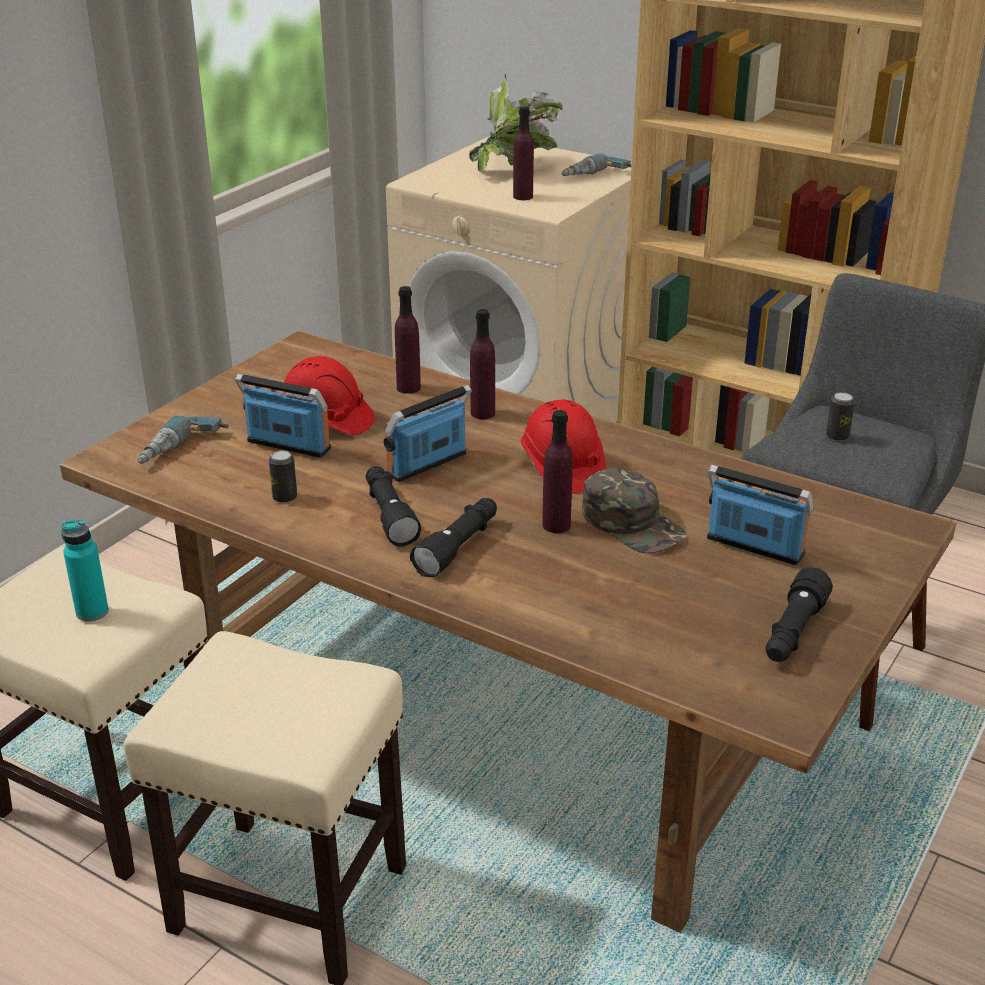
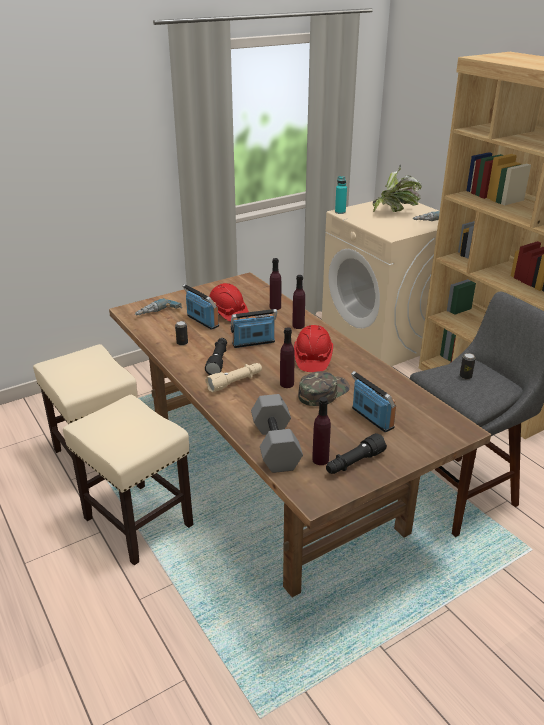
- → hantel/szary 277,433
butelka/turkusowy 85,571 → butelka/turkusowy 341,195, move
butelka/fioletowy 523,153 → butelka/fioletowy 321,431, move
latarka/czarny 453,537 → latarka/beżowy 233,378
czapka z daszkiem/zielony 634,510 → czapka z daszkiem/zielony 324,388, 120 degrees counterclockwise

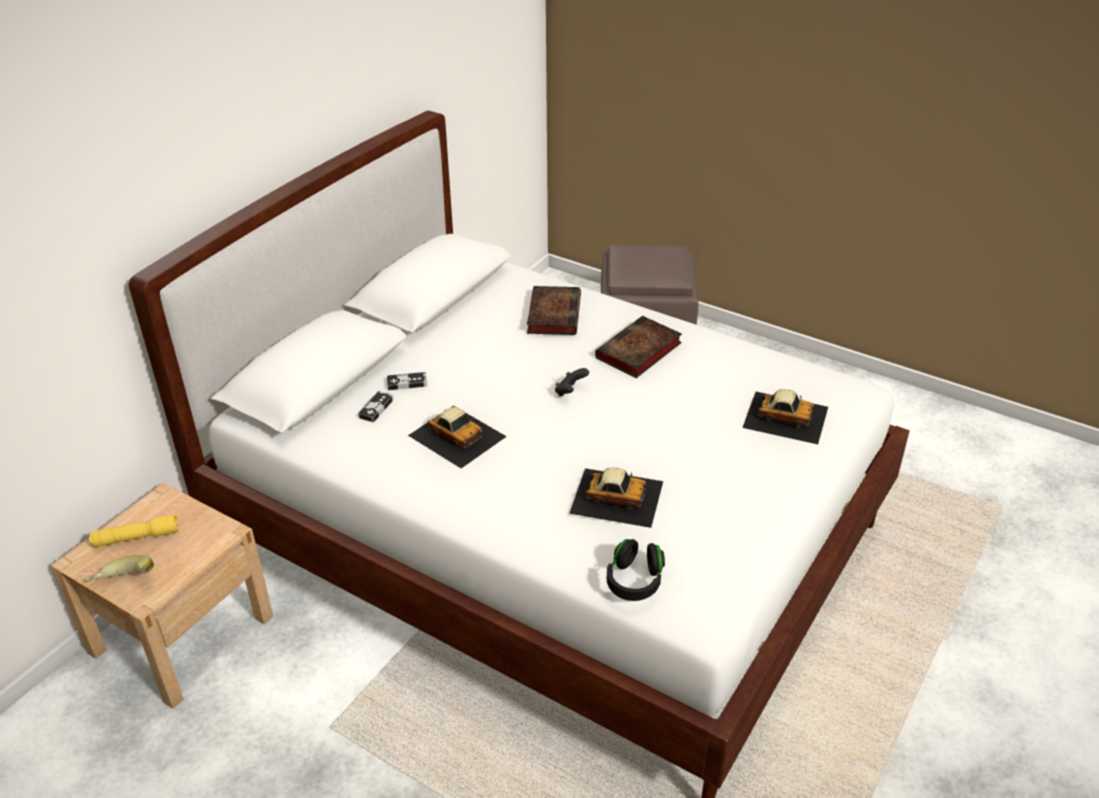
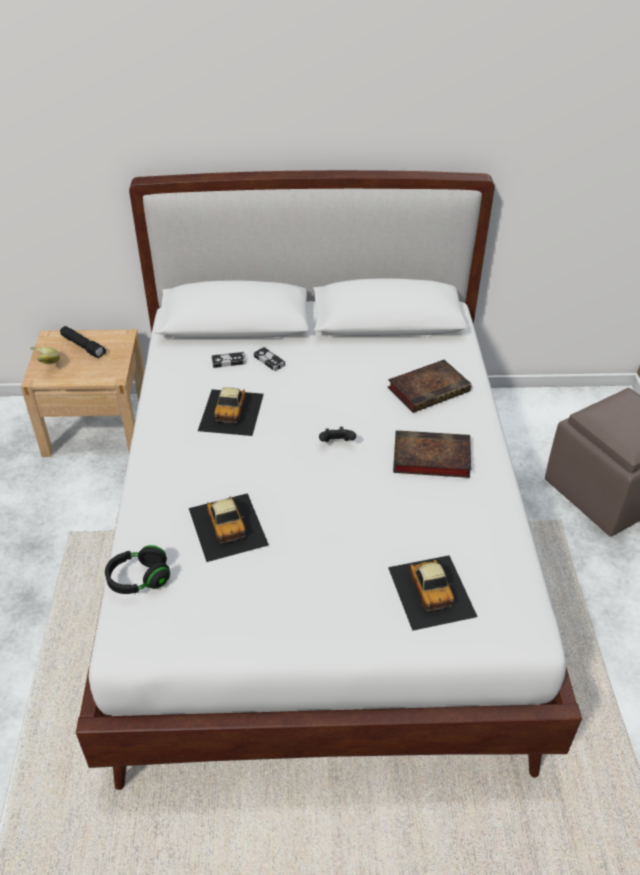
latarka/żółty 134,531 → latarka/czarny 83,342

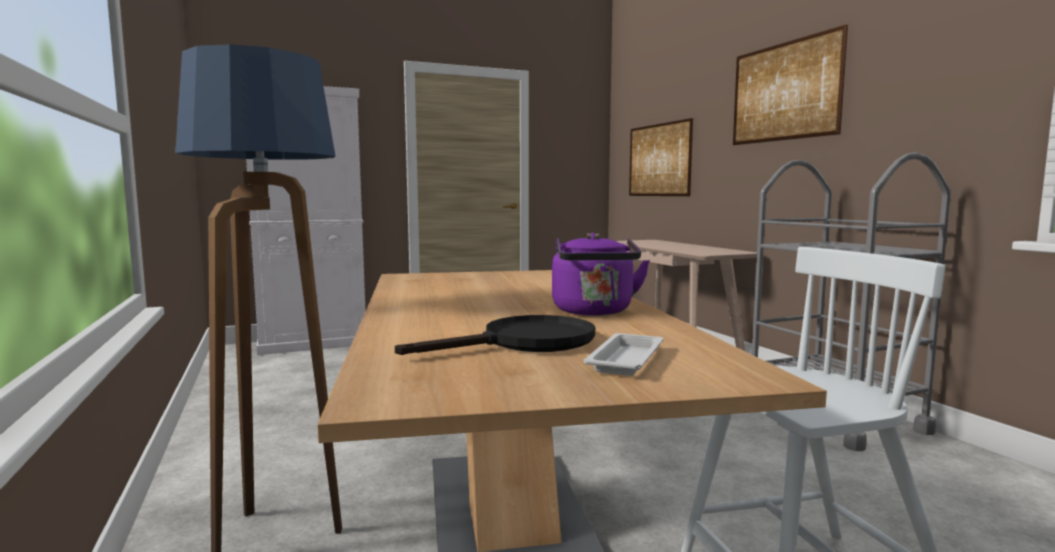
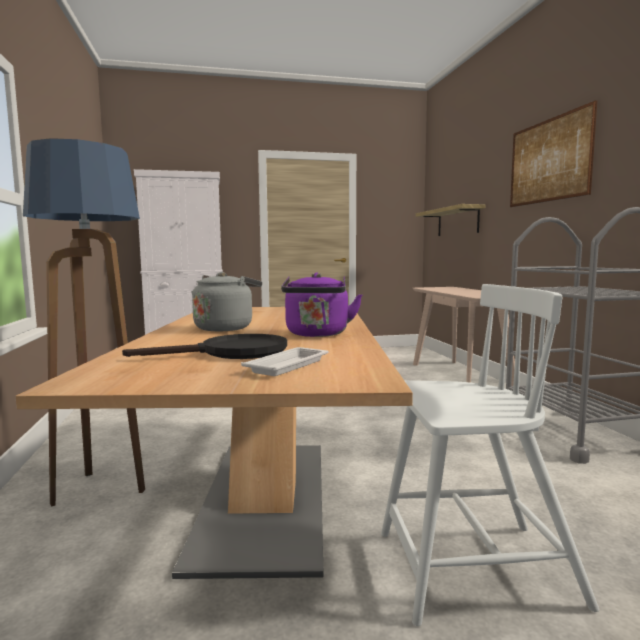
- → czajnik/szary 226,301
obraz 661,157 → półka 450,220

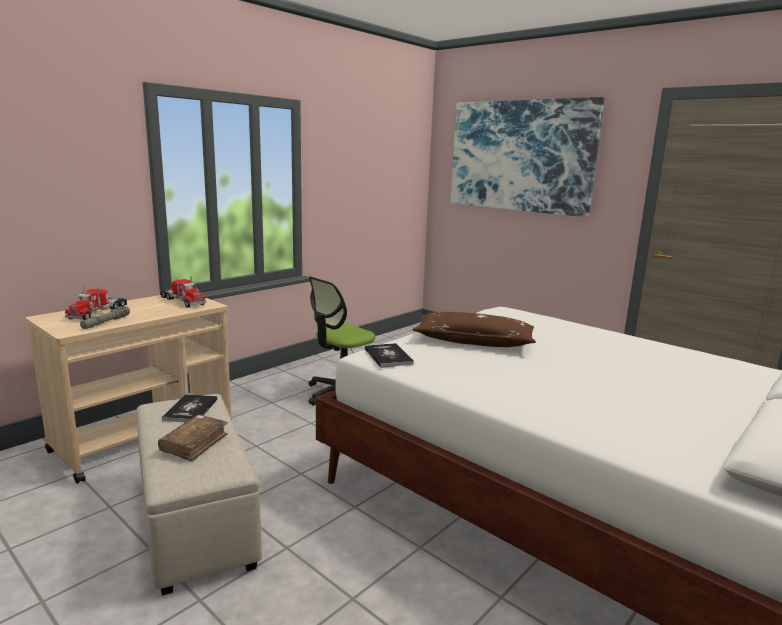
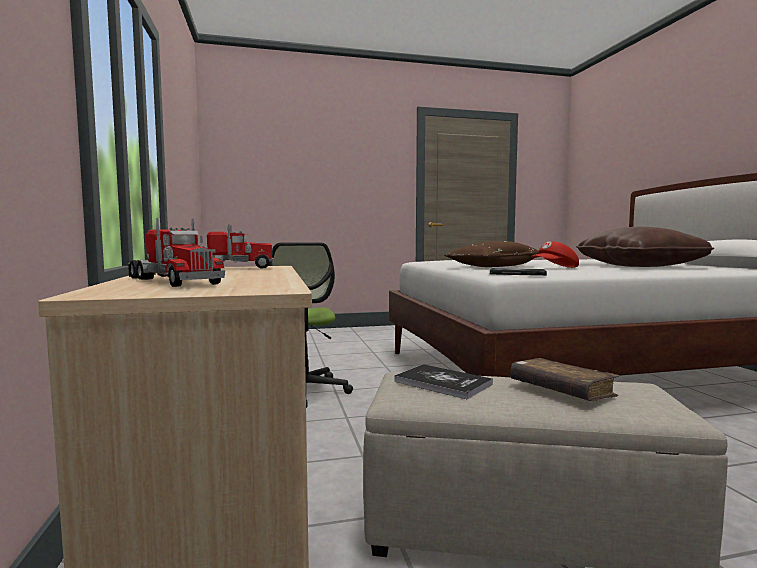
latarka/szary 105,317 → -
obraz 527,157 → -
- → czapka z daszkiem/czerwony 555,254
- → poduszka/brązowy 645,247

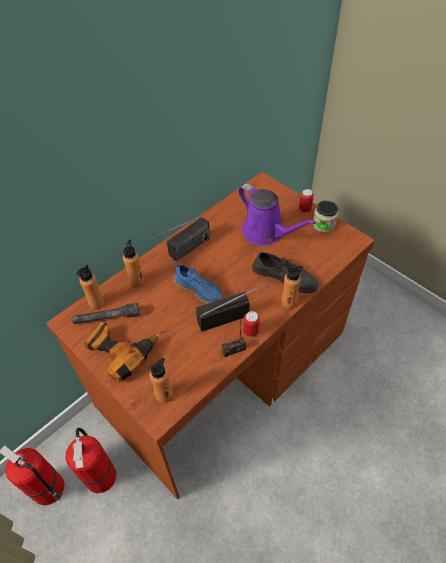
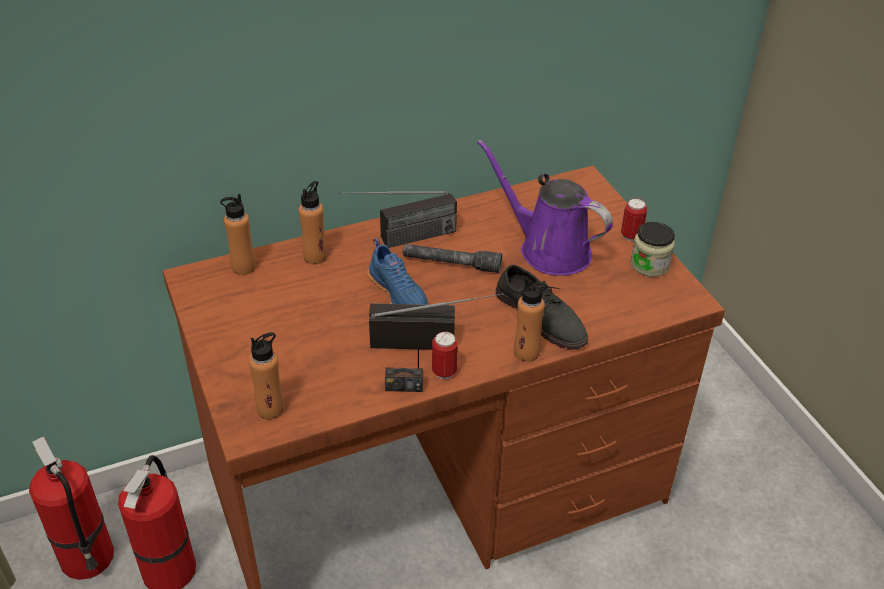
wiertarka 125,352 → -
latarka/szary 106,313 → latarka/szary 452,258, move
konewka/fioletowy 277,215 → konewka/fioletowy 545,207, 150 degrees clockwise

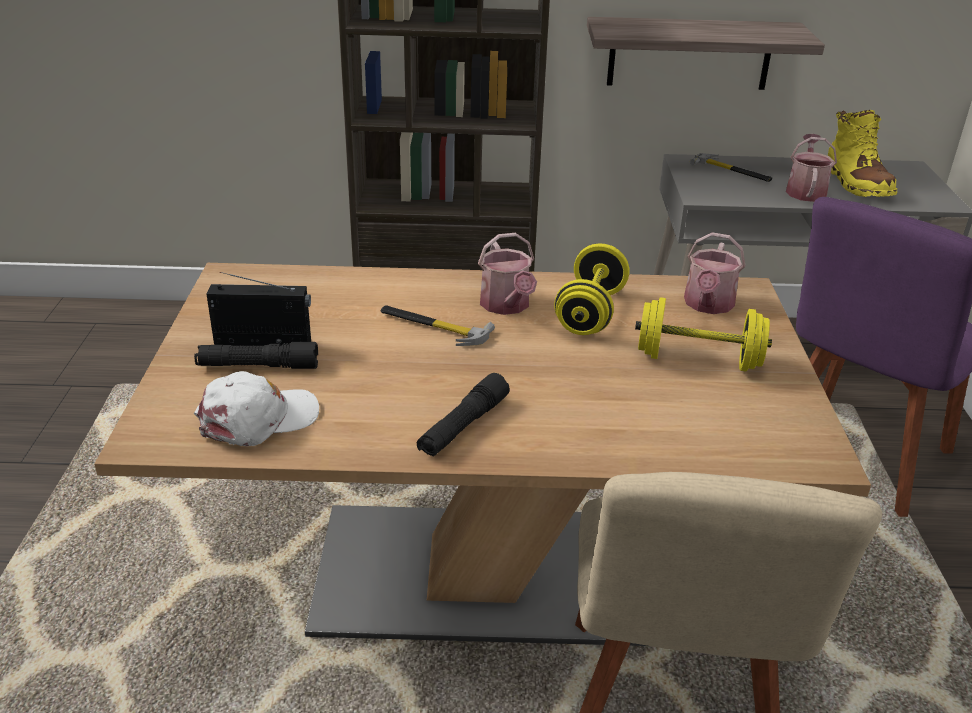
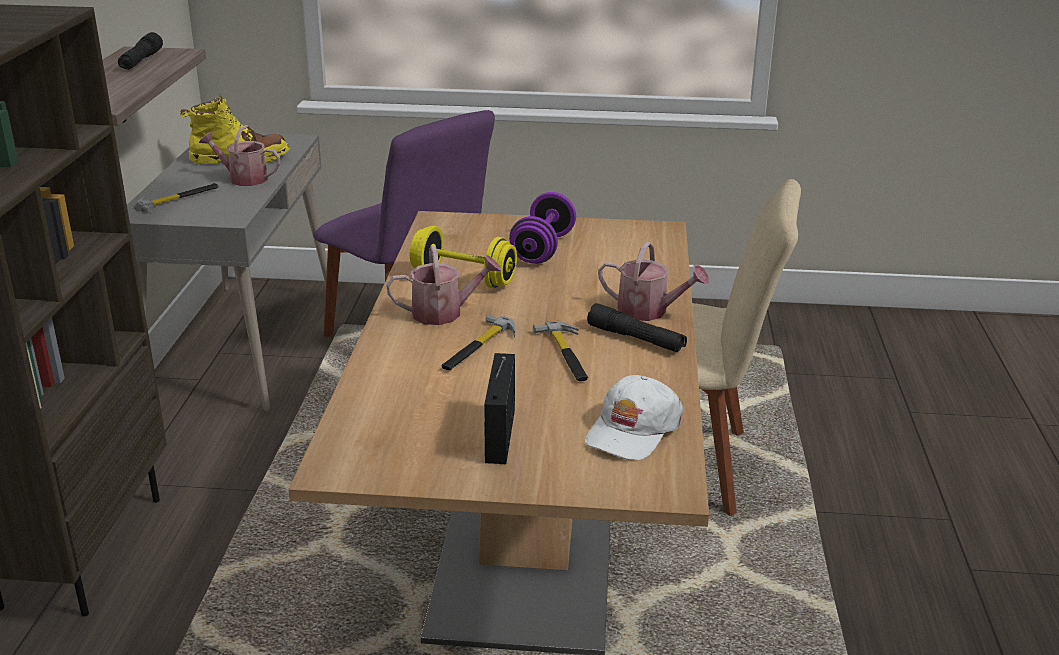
- → młotek 560,351
latarka/czarny 256,355 → latarka/czarny 140,51, move
konewka 714,273 → konewka 653,281, move
hantel/żółty 703,334 → hantel/fioletowy 542,228
czapka z daszkiem/biały 256,408 → czapka z daszkiem/biały 634,417, 120 degrees counterclockwise

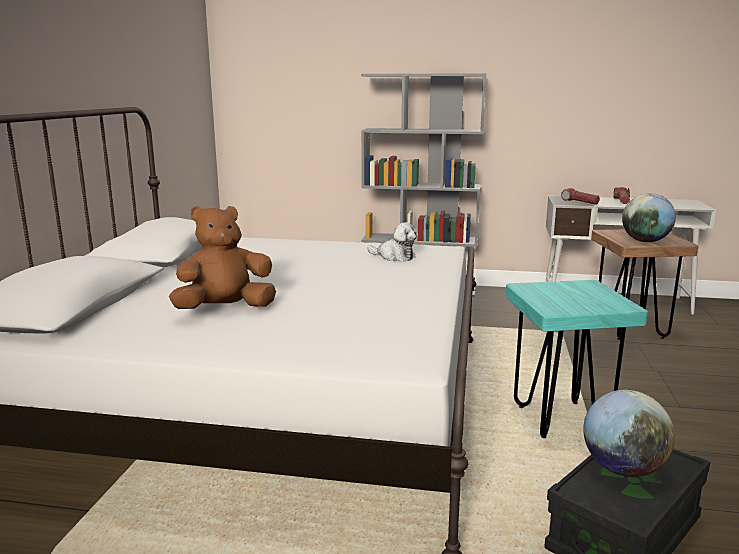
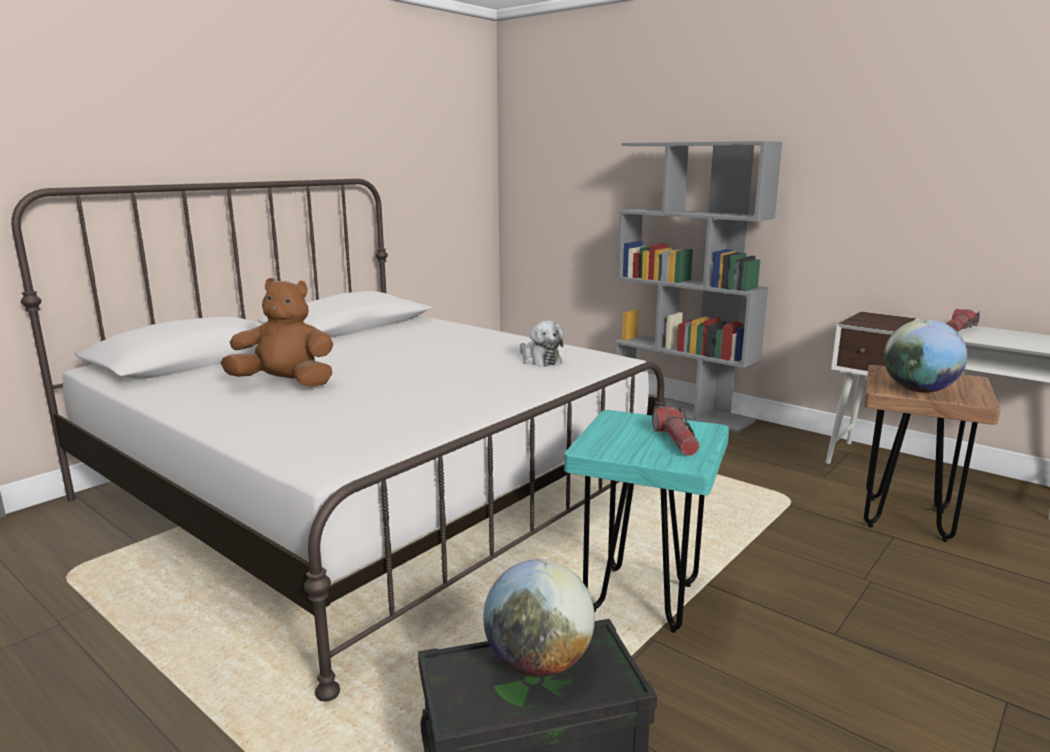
latarka 580,196 → latarka 676,431, move

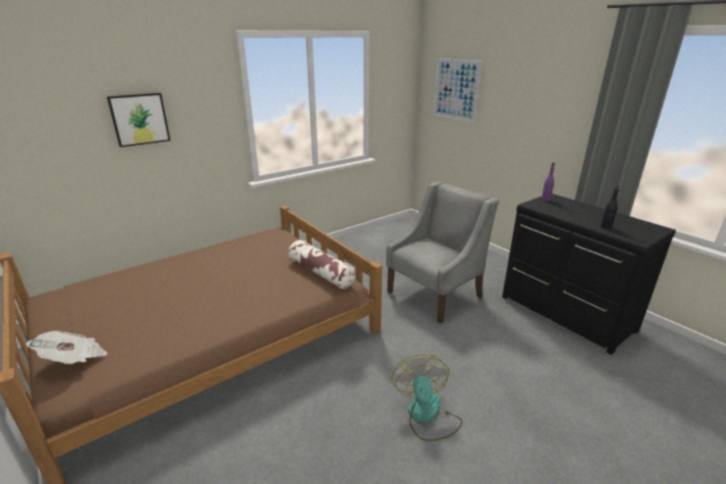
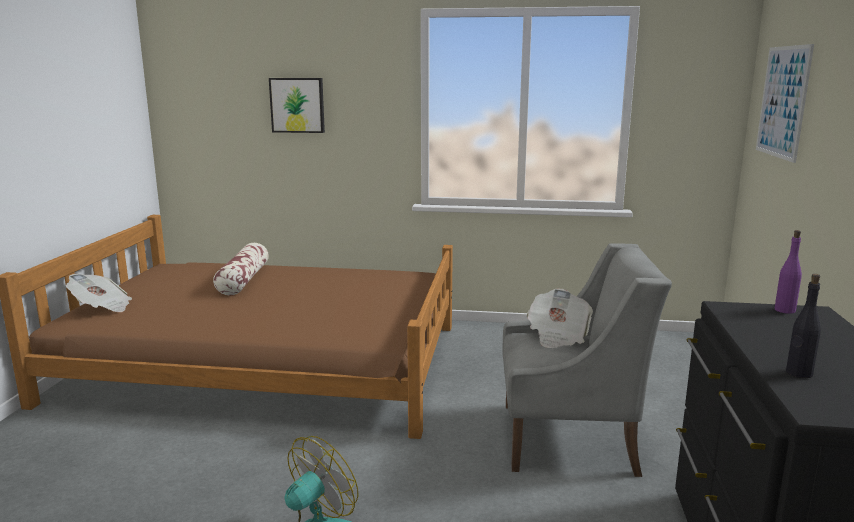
- → gazeta 560,318
poduszka 322,264 → poduszka 241,269, move

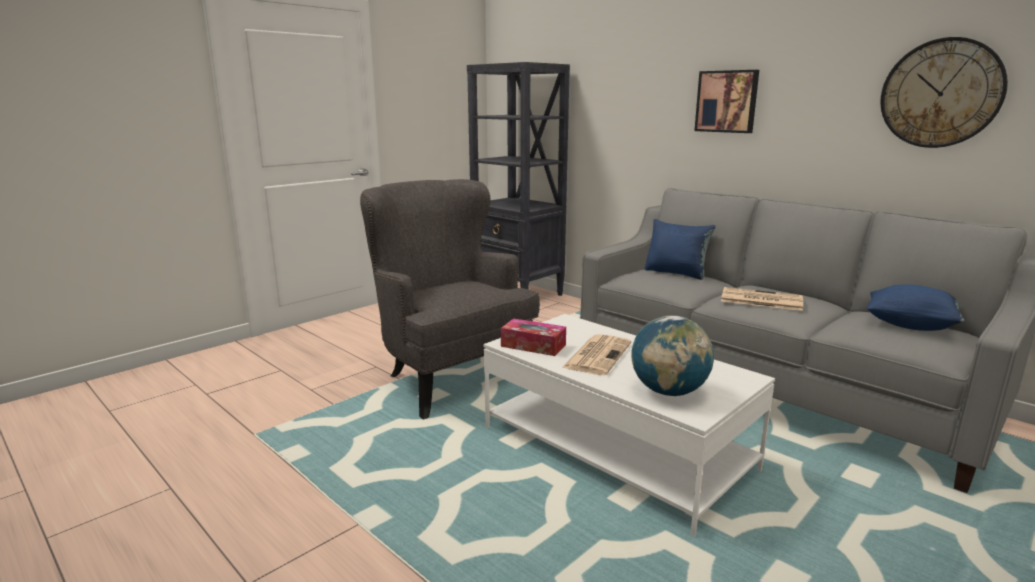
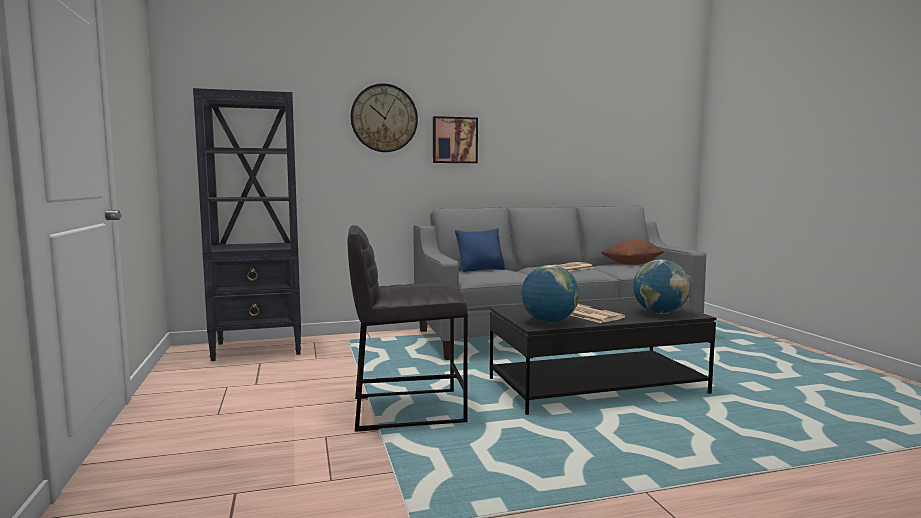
zegar ścienny 944,92 → zegar ścienny 384,117, move
fotel/szary 450,299 → stołek/szary 407,328
pudełko chusteczek 533,337 → globus 550,294
ława/biały 629,425 → ława/czarny 603,357
poduszka/niebieski 915,307 → poduszka/brązowy 632,252

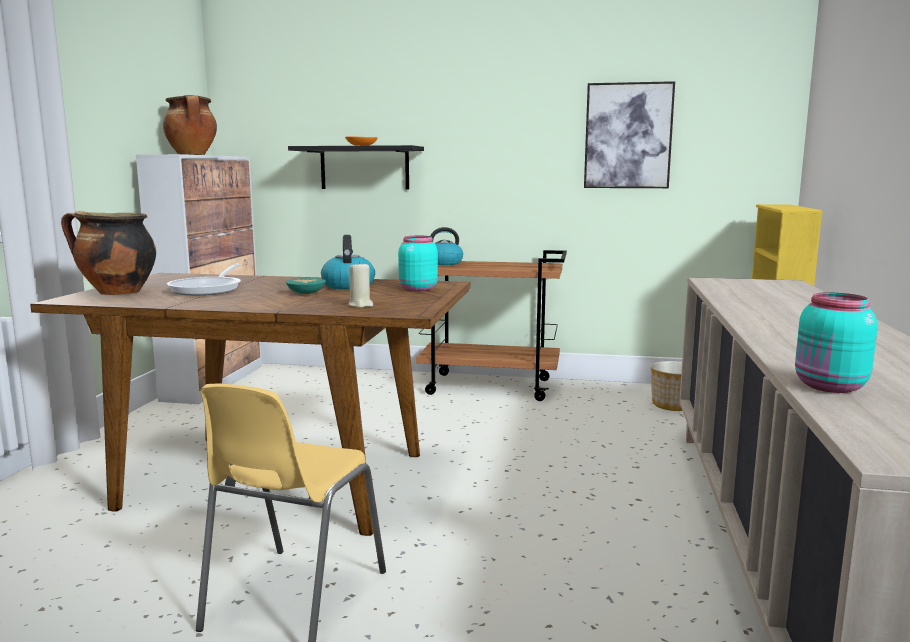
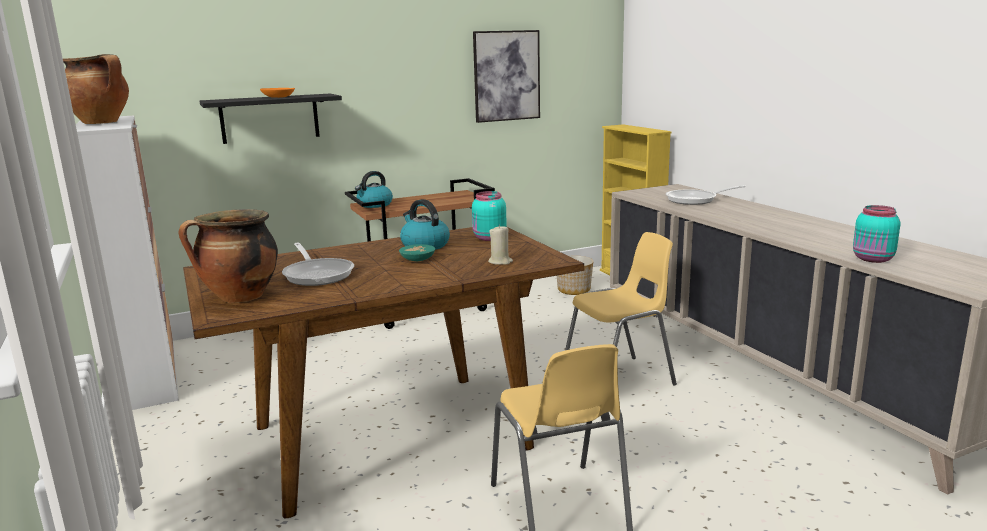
- → krzesło/żółty 621,309
- → patelnia 706,195

